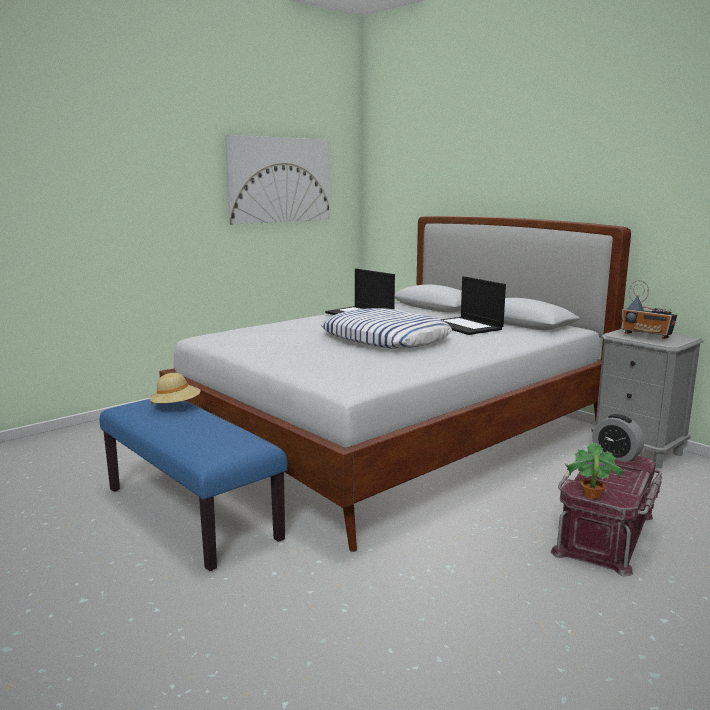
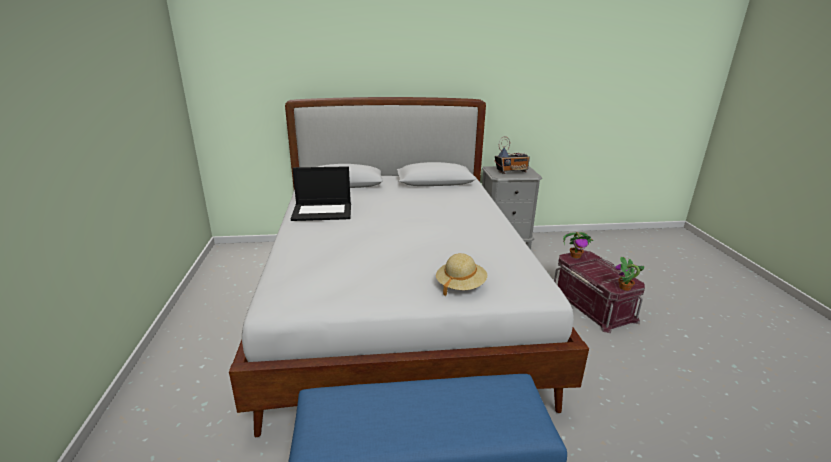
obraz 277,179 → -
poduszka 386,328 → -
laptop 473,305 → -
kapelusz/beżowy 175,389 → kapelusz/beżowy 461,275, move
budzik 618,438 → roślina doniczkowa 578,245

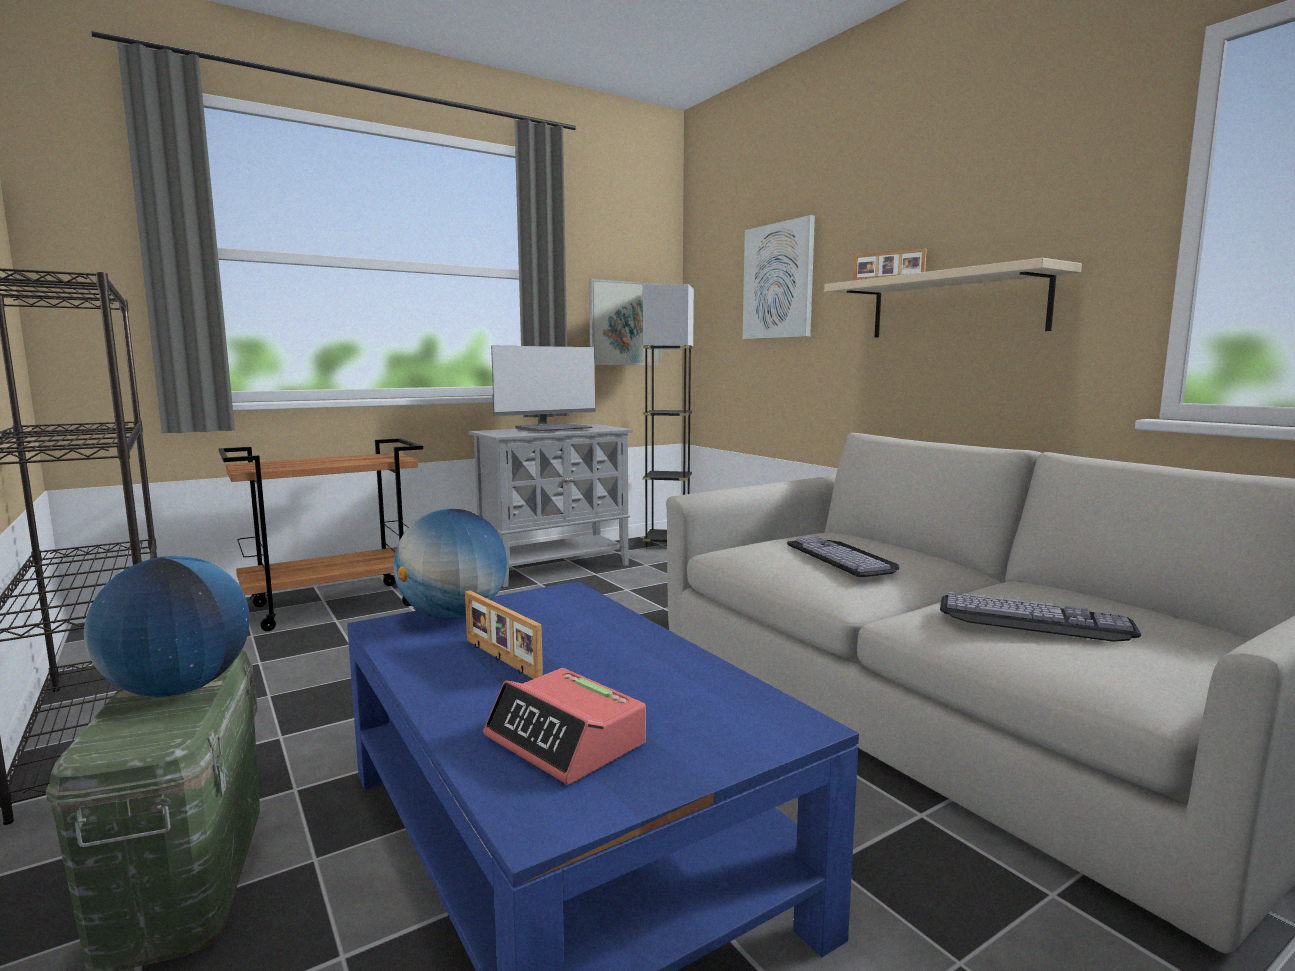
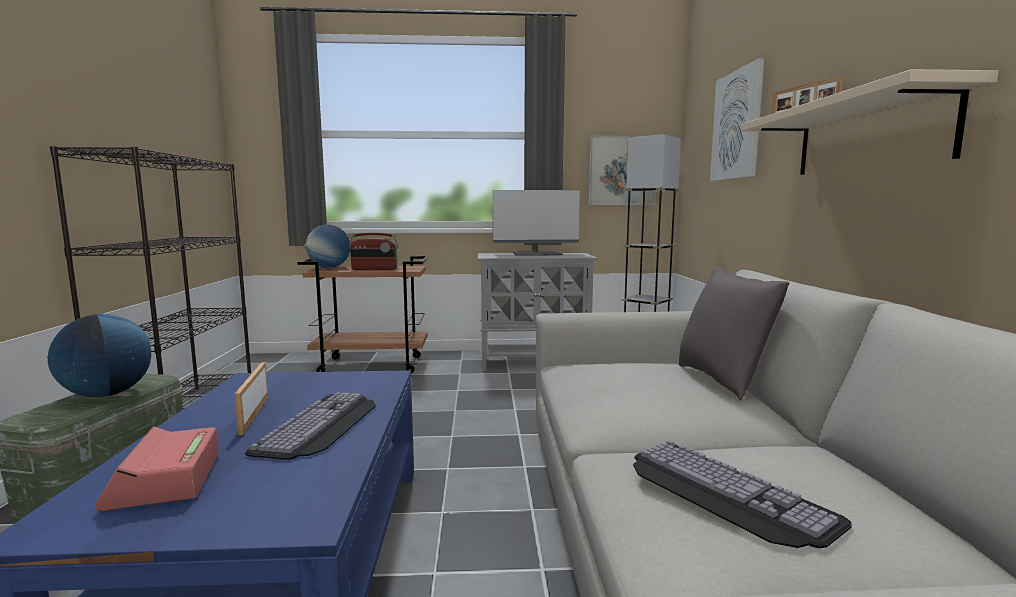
- → radio 373,251
- → poduszka/szary 734,333
globus 450,564 → globus 327,246, move
klawiatura 843,556 → klawiatura 310,426, move

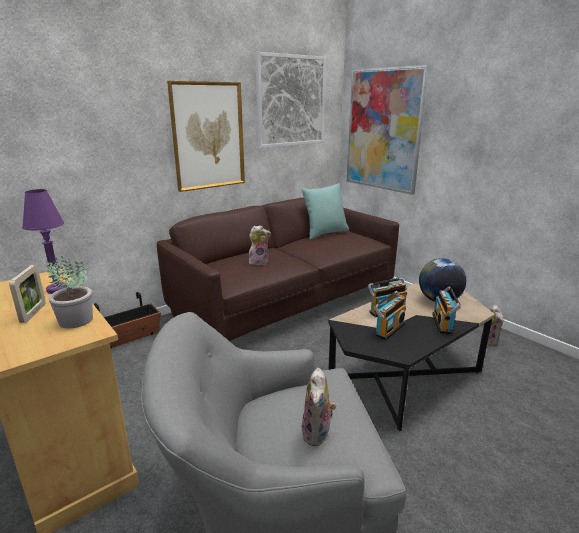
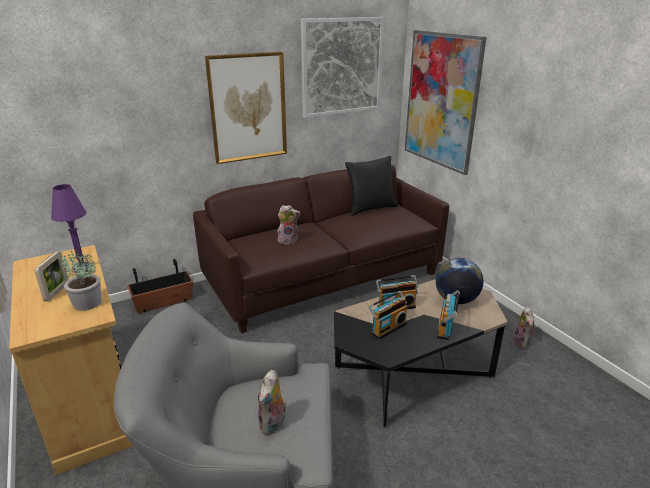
poduszka/turkusowy 325,211 → poduszka/czarny 371,186

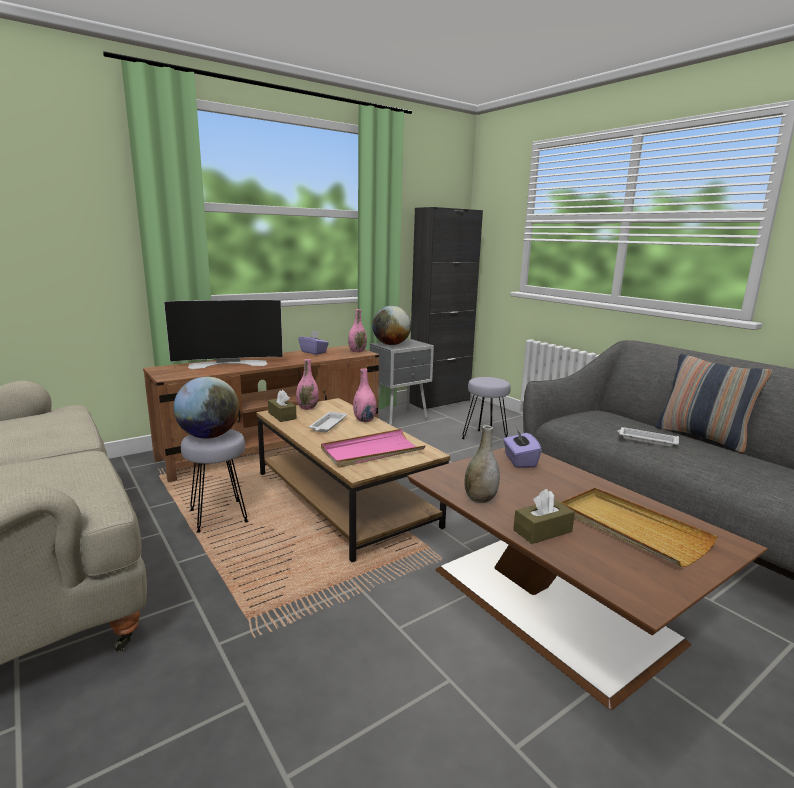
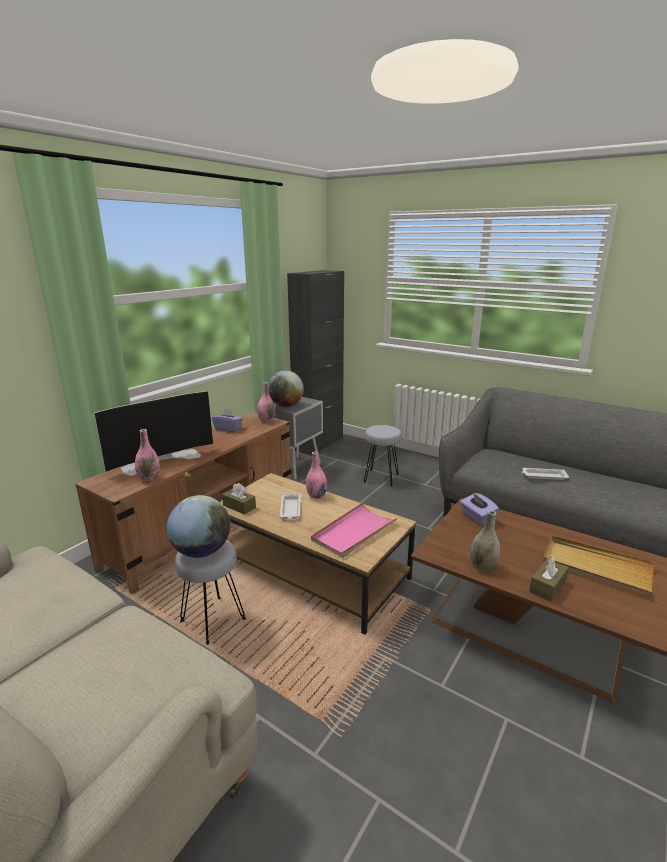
poduszka 713,403 → -
wazon/różowy 307,384 → wazon/różowy 147,455, move

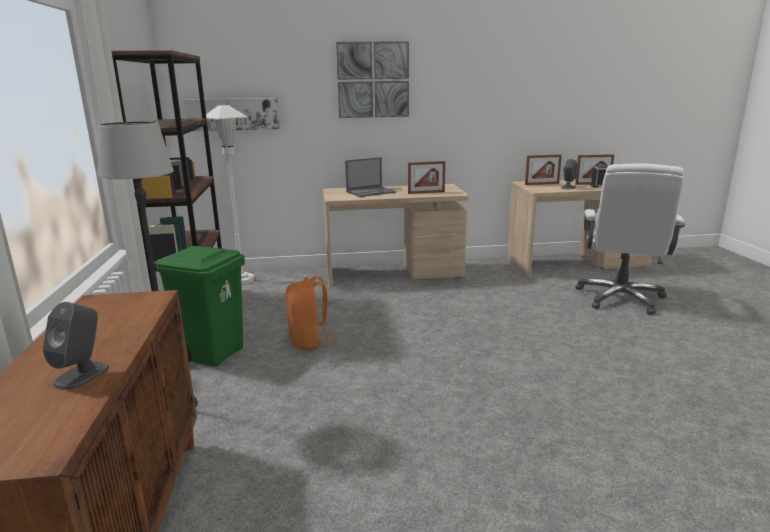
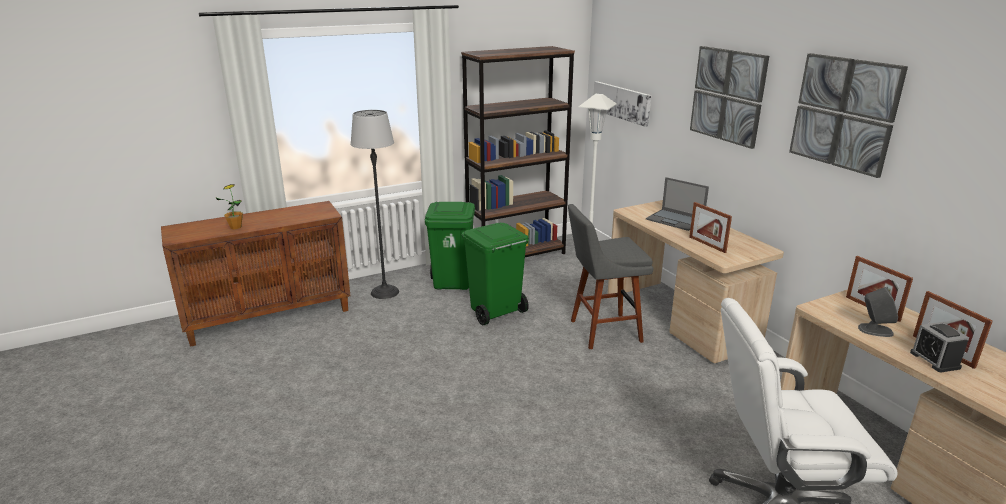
- → stołek/szary 610,276
- → obraz 848,115
głośnik/szary 76,346 → roślina doniczkowa 229,206
plecak/pomarańczowy 311,312 → kosz na śmieci/zielony 495,274

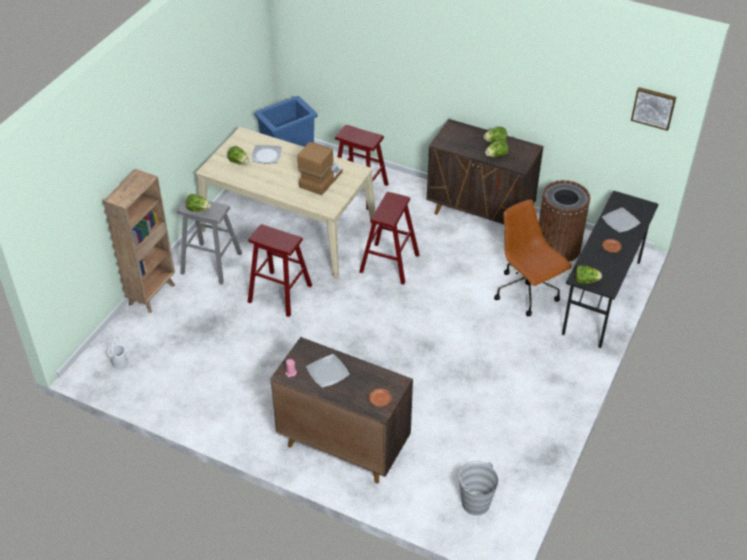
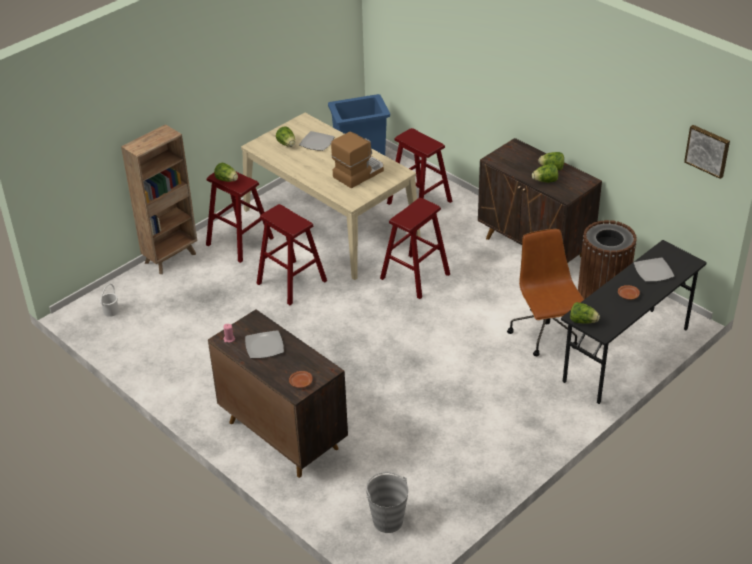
stołek/szary 209,241 → stołek/czerwony 240,217

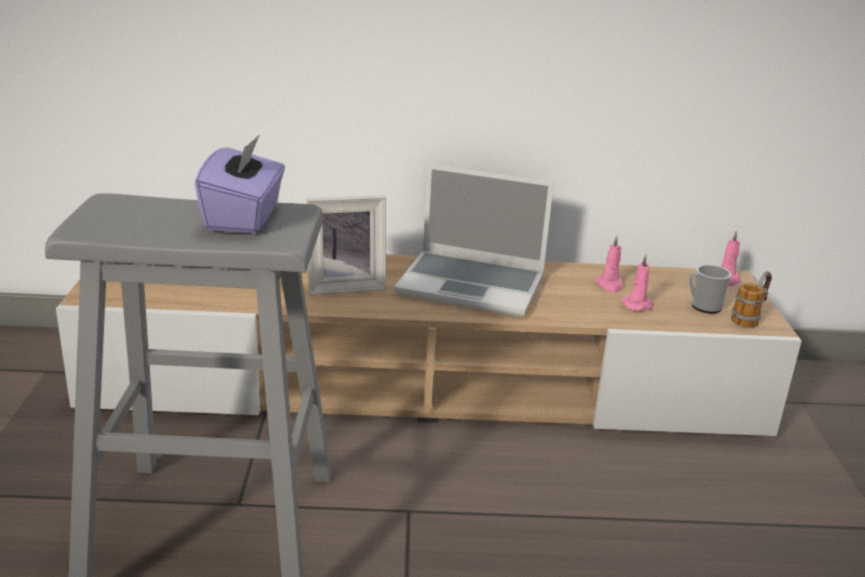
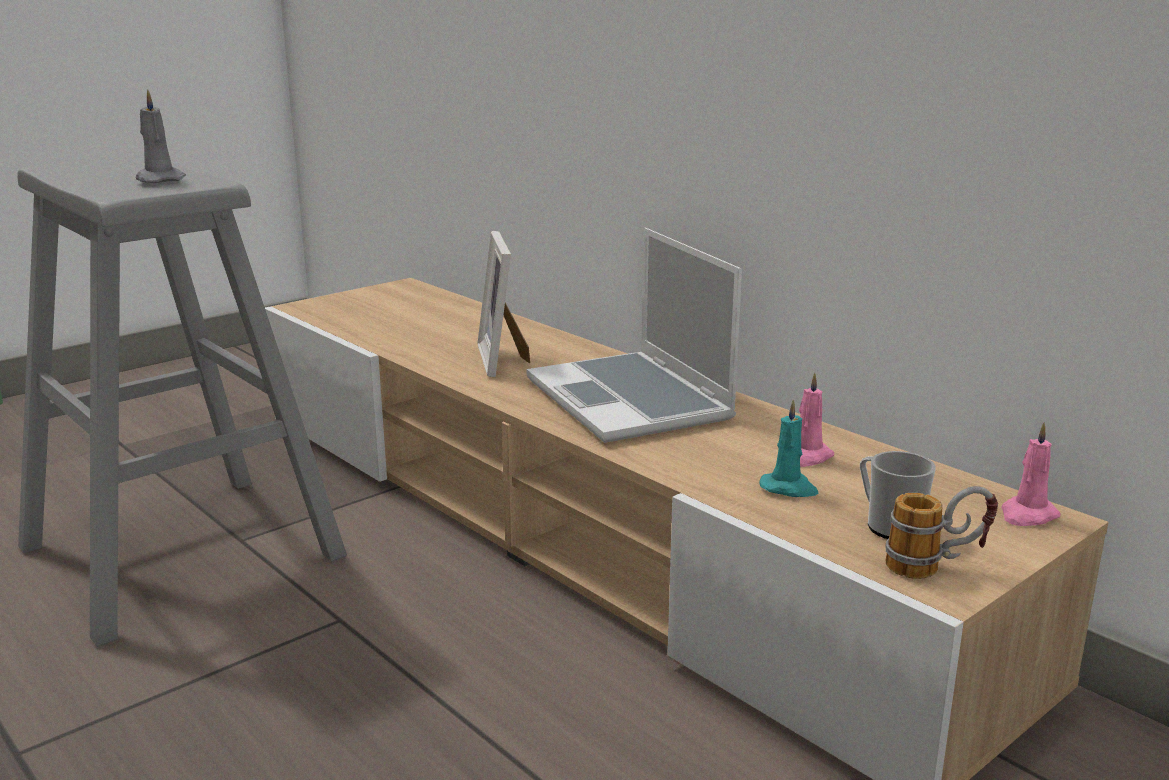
pudełko chusteczek/fioletowy 240,184 → świeca/szary 161,136
świeca/różowy 637,282 → świeca/turkusowy 789,448
ramka na zdjęcie 346,244 → ramka na zdjęcie 503,304, 45 degrees clockwise

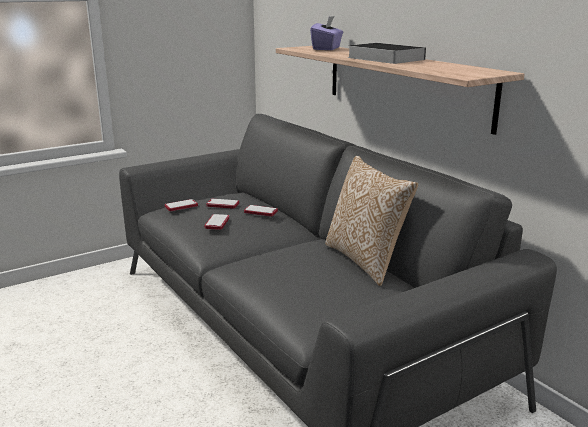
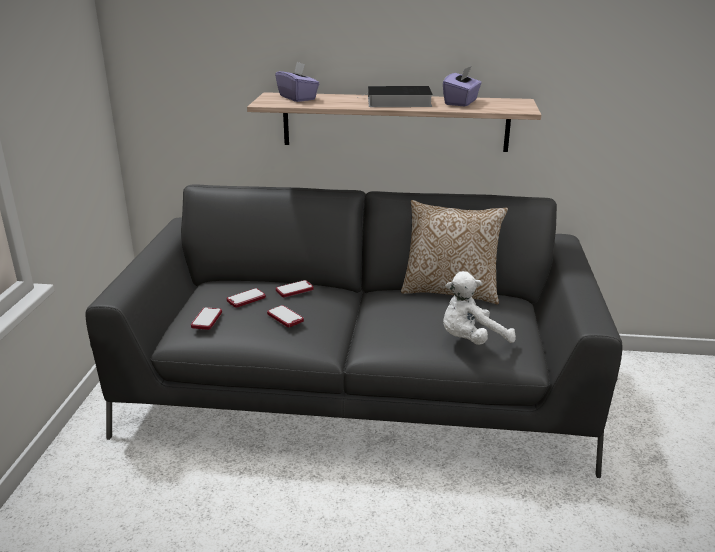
- → pudełko chusteczek/fioletowy 462,86
- → pluszak/biały 479,308

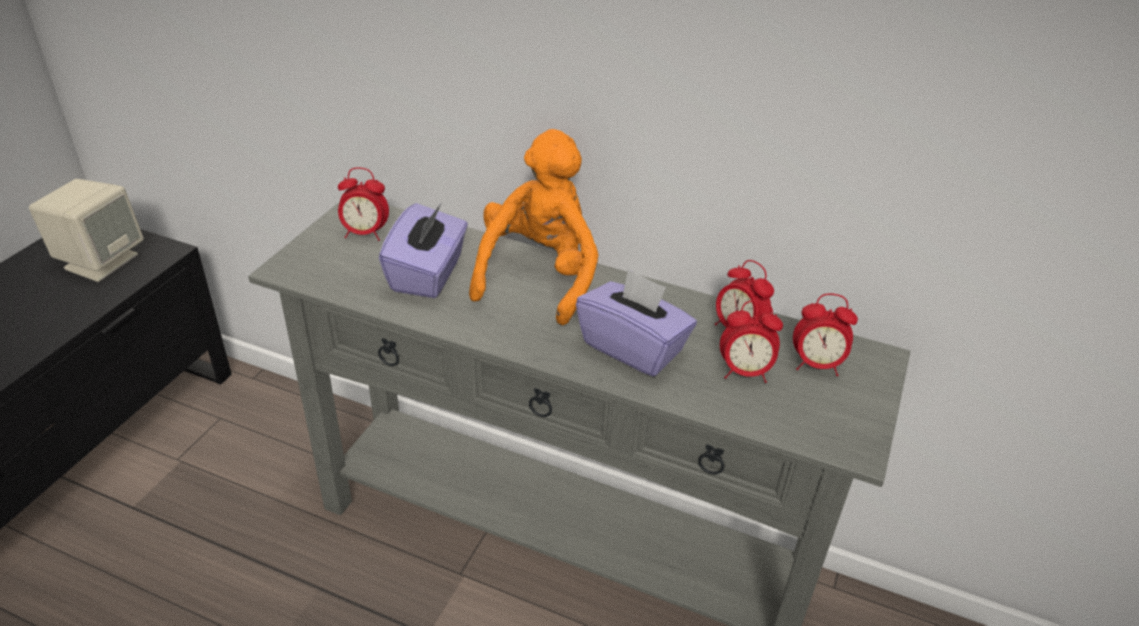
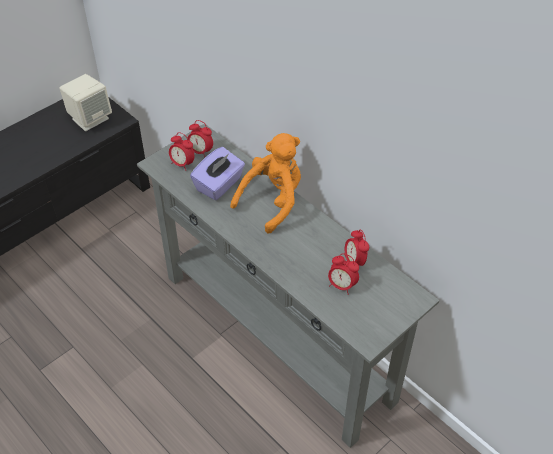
pudełko chusteczek/fioletowy 636,322 → -
budzik 825,334 → budzik 181,151, move

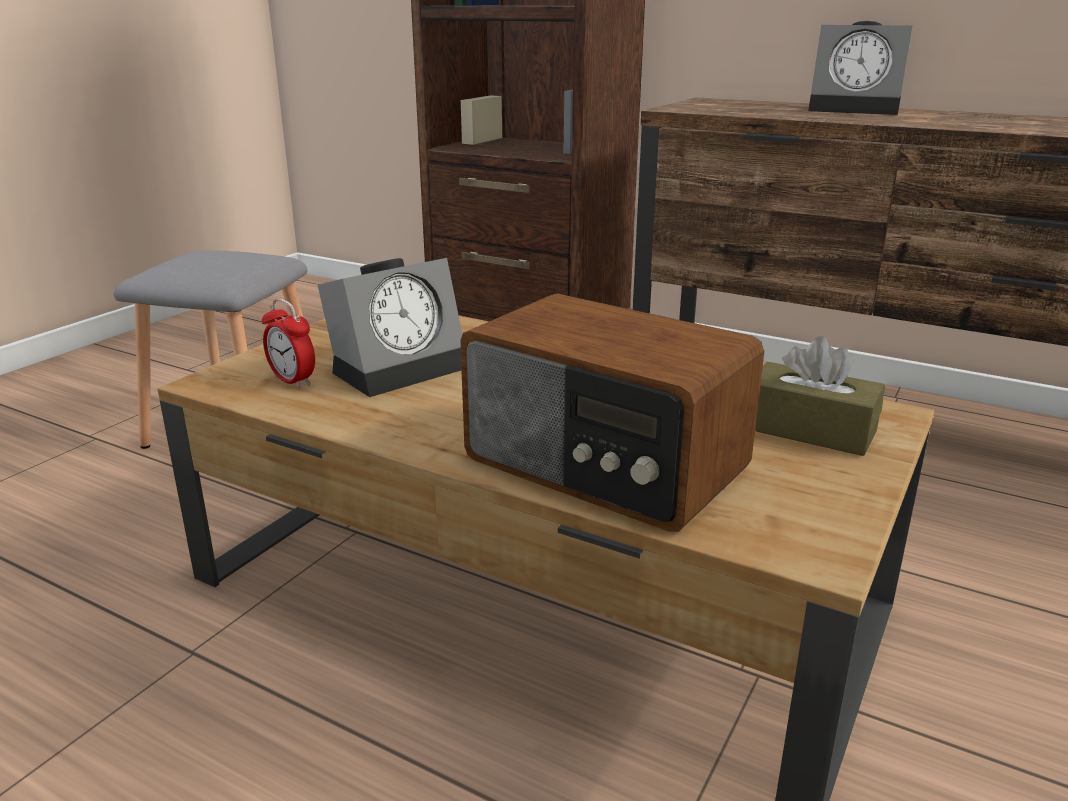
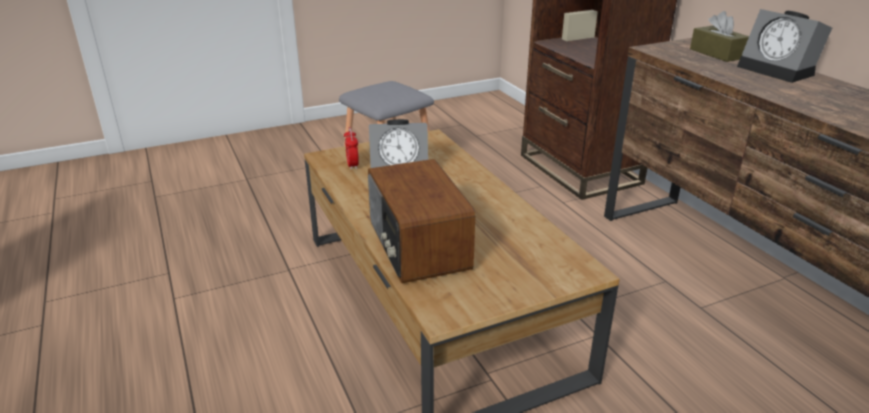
pudełko chusteczek/brązowy 820,396 → pudełko chusteczek/brązowy 719,36, move

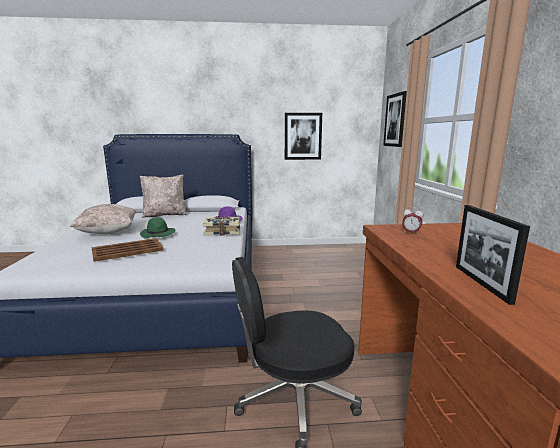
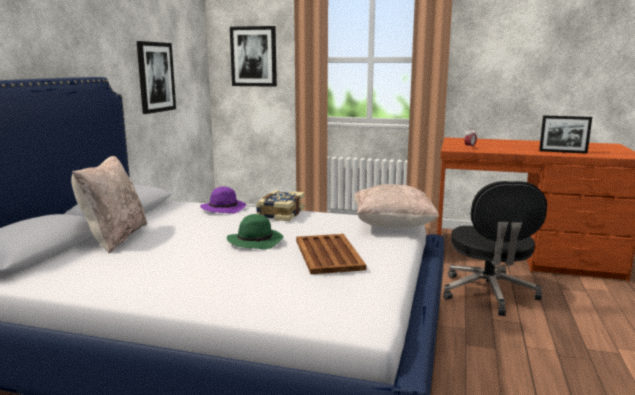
poduszka/beżowy 103,219 → poduszka/beżowy 396,206, move

